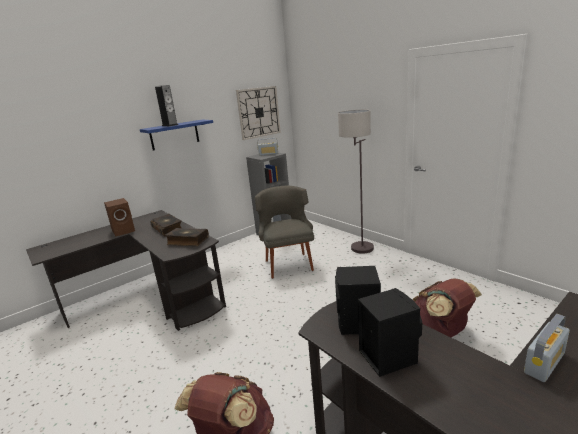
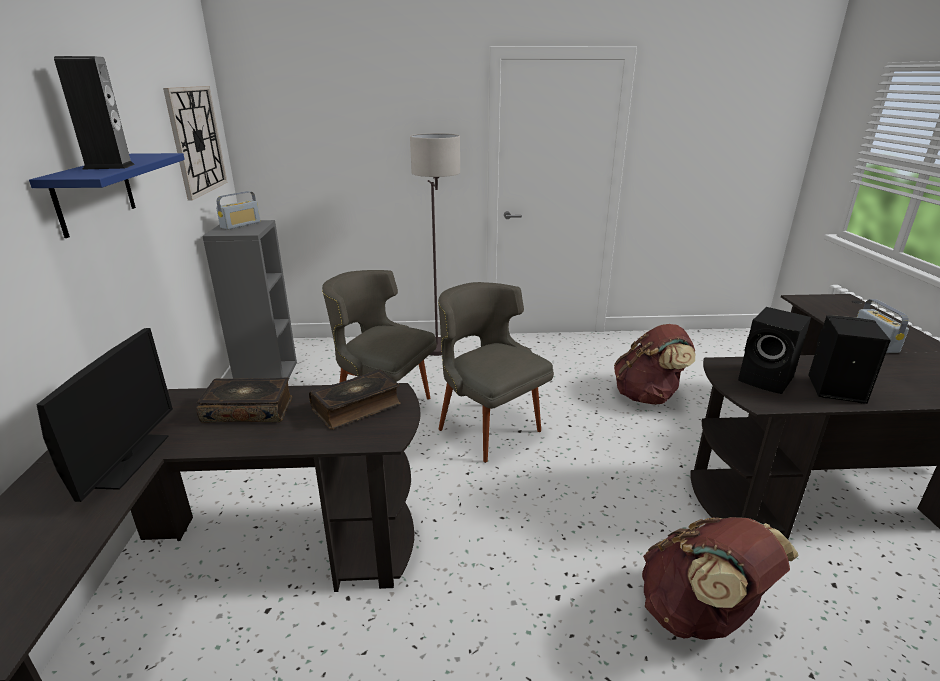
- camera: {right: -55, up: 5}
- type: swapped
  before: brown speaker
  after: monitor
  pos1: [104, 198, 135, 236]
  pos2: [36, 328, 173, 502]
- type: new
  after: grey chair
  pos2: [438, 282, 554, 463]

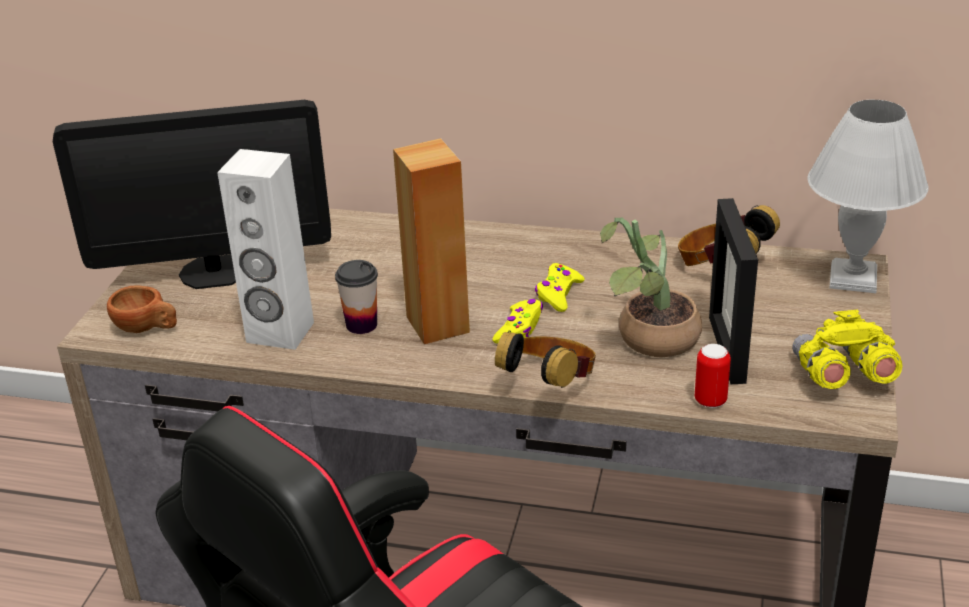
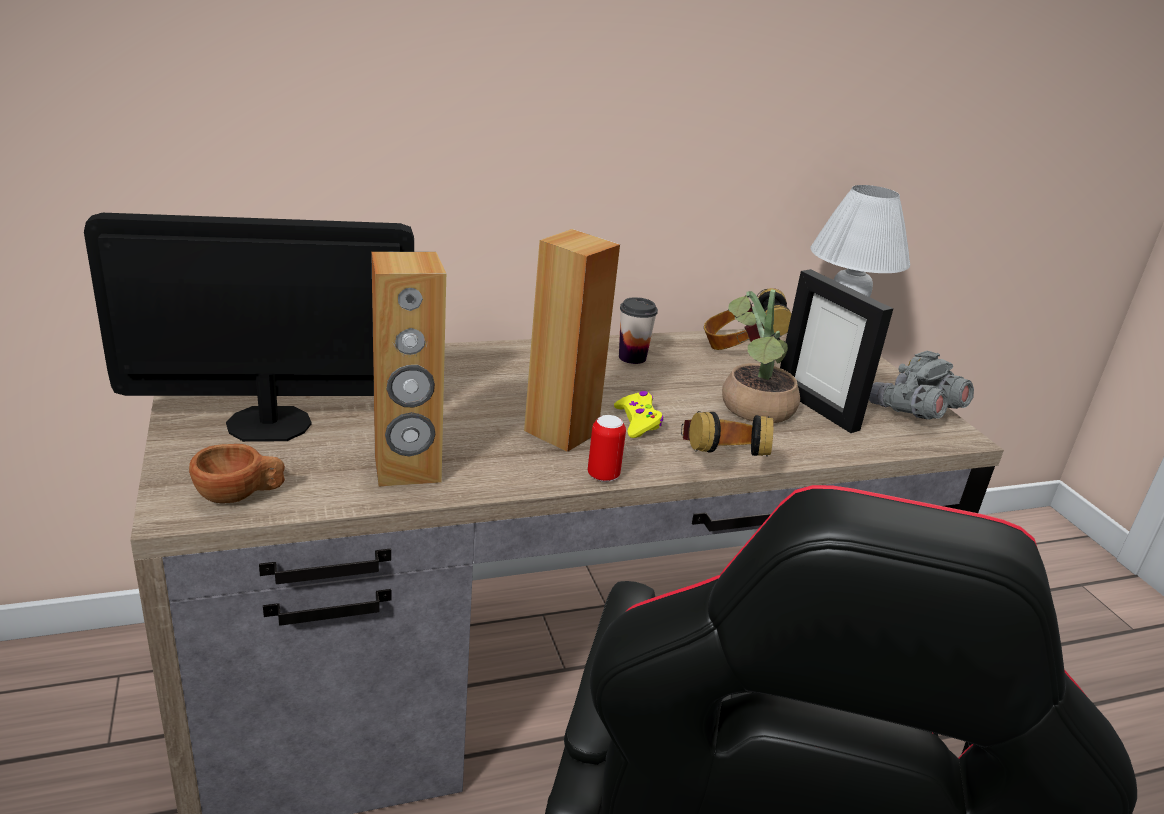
- camera: {right: -35, up: -5}
- type: rotated
  before: monitor
  pos1: [53, 100, 331, 289]
  pos2: [84, 213, 414, 442]
  turn: -150
- type: repainted
  before: white speaker
  after: brown speaker
  pos1: [217, 149, 314, 350]
  pos2: [371, 252, 446, 487]
- type: shifted
  before: cup
  pos1: [335, 260, 378, 334]
  pos2: [619, 297, 658, 364]
- type: gone
  before: yellow game controller
  pos1: [535, 263, 585, 312]
- type: repainted
  before: yellow binoculars
  after: grey binoculars
  pos1: [792, 310, 903, 389]
  pos2: [869, 351, 974, 419]
- type: shifted
  before: can
  pos1: [695, 344, 731, 408]
  pos2: [588, 415, 626, 482]

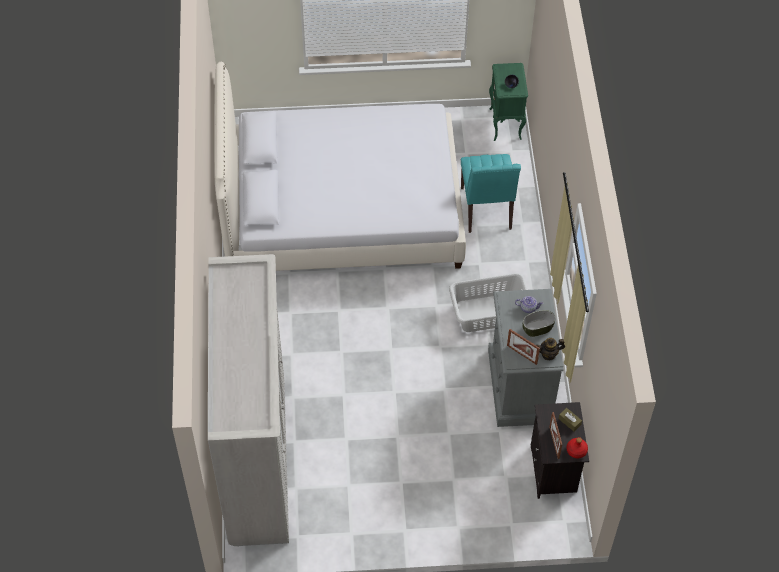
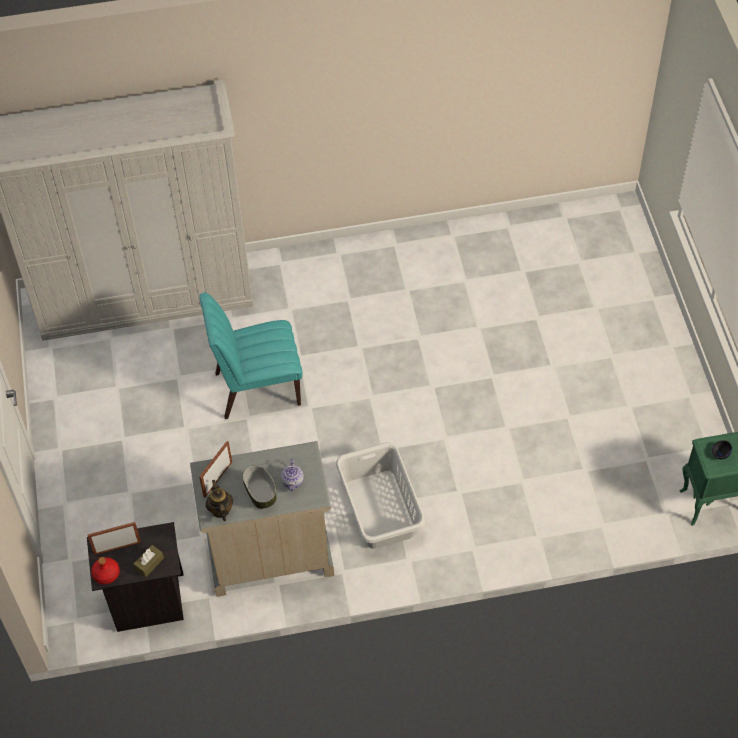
- camera: {right: 85, up: 0}
- type: gone
  before: white bed
  pos1: [214, 62, 466, 271]
- type: shifted
  before: turquoise chair
  pos1: [461, 154, 521, 233]
  pos2: [199, 292, 303, 419]

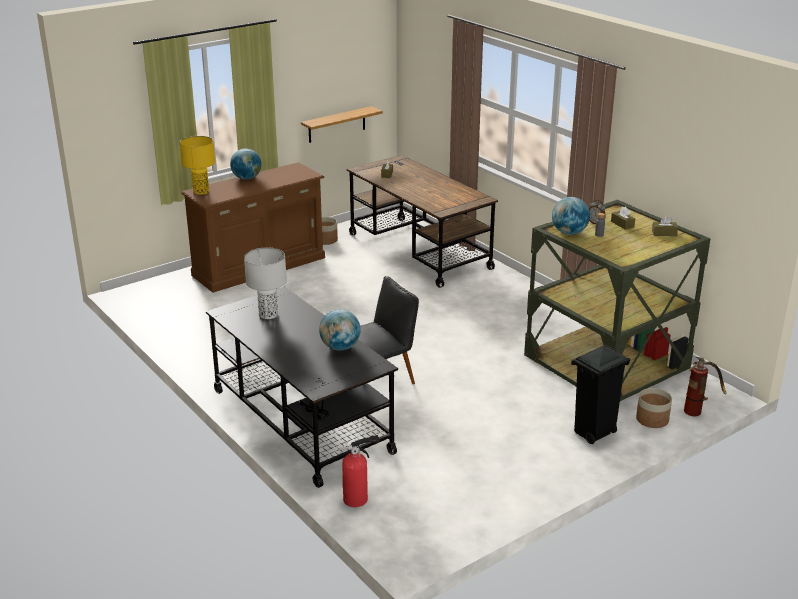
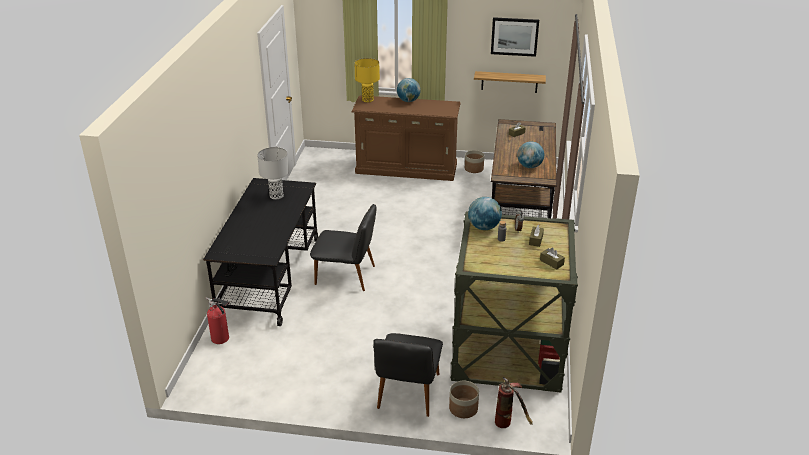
- camera: {right: 45, up: 5}
- type: shifted
  before: globe
  pos1: [319, 309, 361, 350]
  pos2: [517, 141, 544, 168]
- type: swapped
  before: black trash can
  after: black chair
  pos1: [571, 345, 630, 444]
  pos2: [373, 333, 443, 417]
- type: new
  after: picture
  pos2: [491, 17, 539, 57]

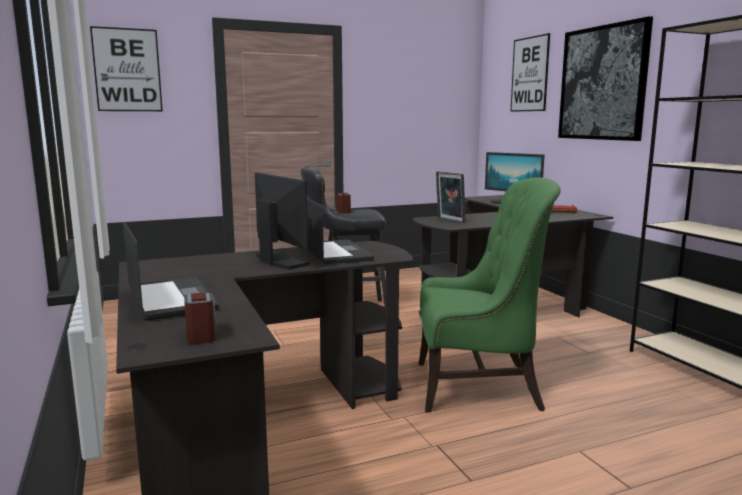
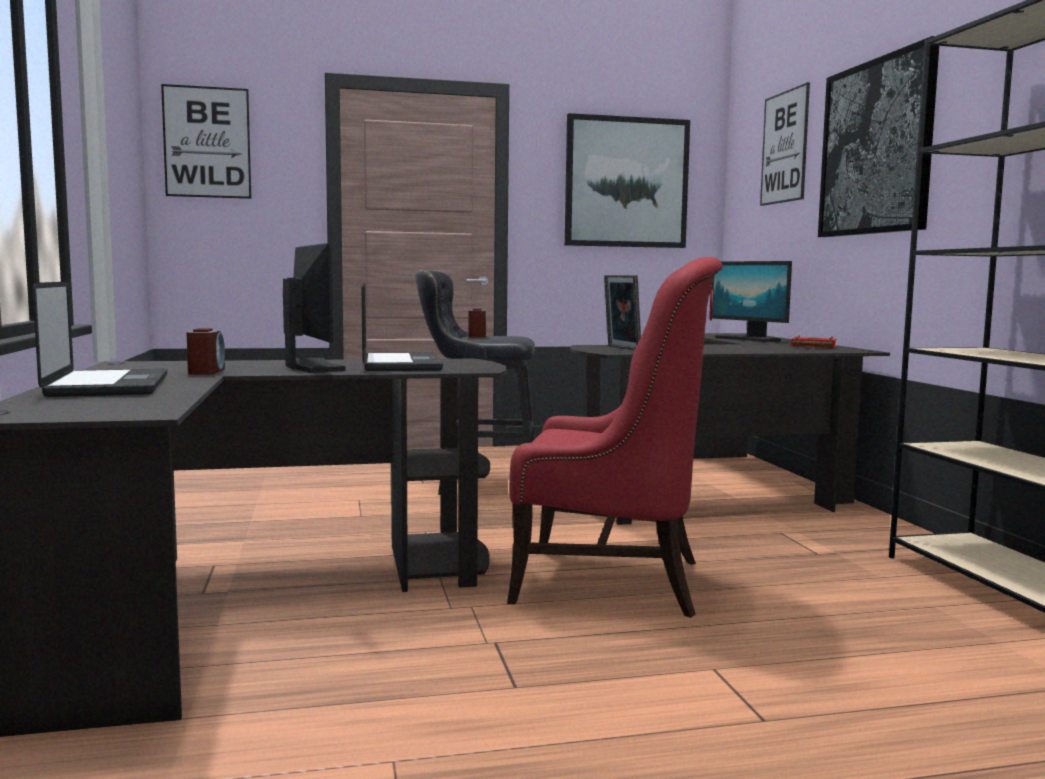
- camera: {right: 10, up: -5}
- type: repainted
  before: green chair
  after: red chair
  pos1: [419, 177, 561, 412]
  pos2: [507, 257, 723, 618]
- type: shifted
  before: alarm clock
  pos1: [184, 292, 216, 344]
  pos2: [186, 328, 225, 375]
- type: new
  after: picture
  pos2: [565, 113, 690, 248]

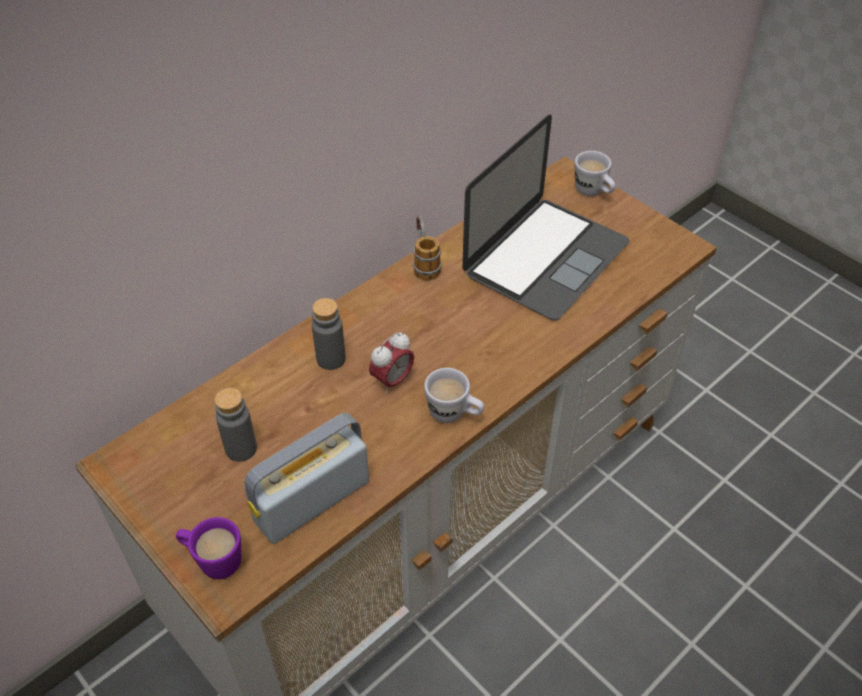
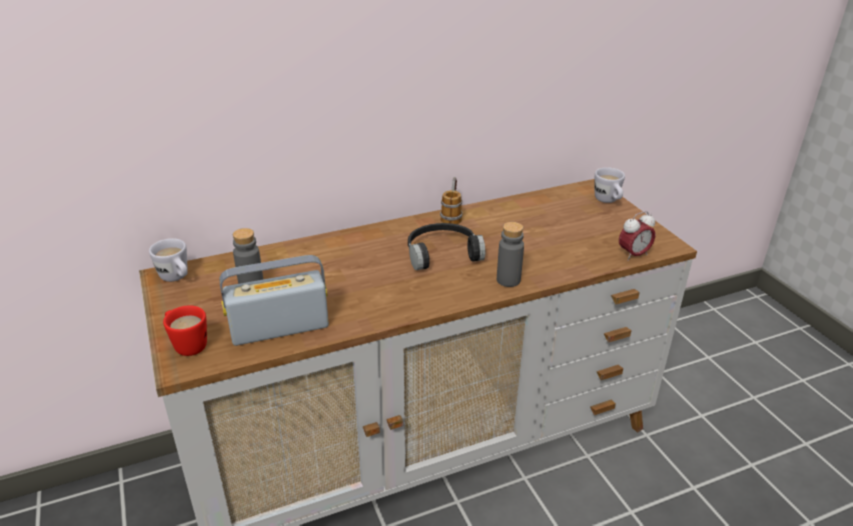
- camera: {right: 20, up: -15}
- type: gone
  before: laptop
  pos1: [462, 115, 630, 320]
- type: shifted
  before: grey bottle
  pos1: [312, 298, 346, 370]
  pos2: [497, 222, 524, 287]
- type: shifted
  before: alarm clock
  pos1: [369, 332, 414, 394]
  pos2: [619, 211, 655, 261]
- type: shifted
  before: white mug
  pos1: [424, 368, 484, 423]
  pos2: [149, 238, 188, 282]
- type: repainted
  before: purple mug
  after: red mug
  pos1: [176, 517, 241, 579]
  pos2: [163, 306, 207, 356]
- type: new
  after: black headphones
  pos2: [408, 223, 485, 270]

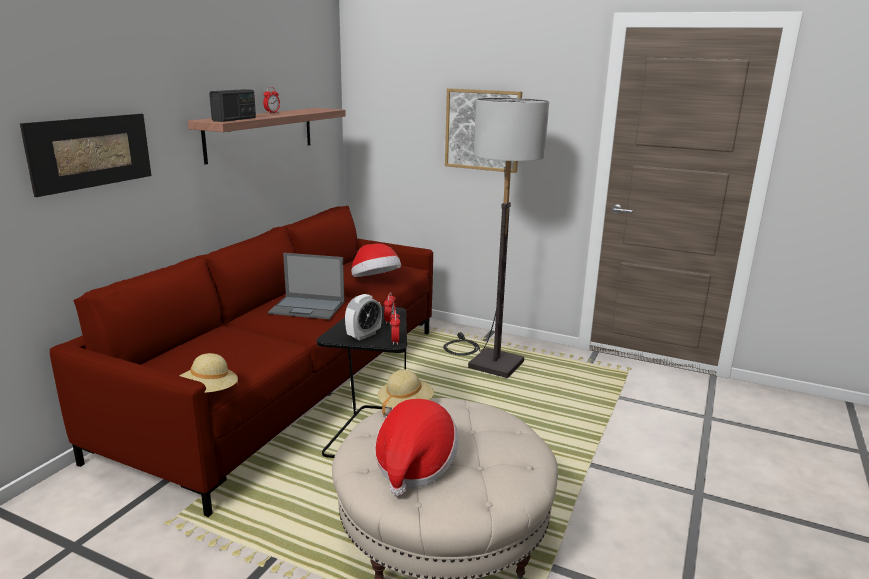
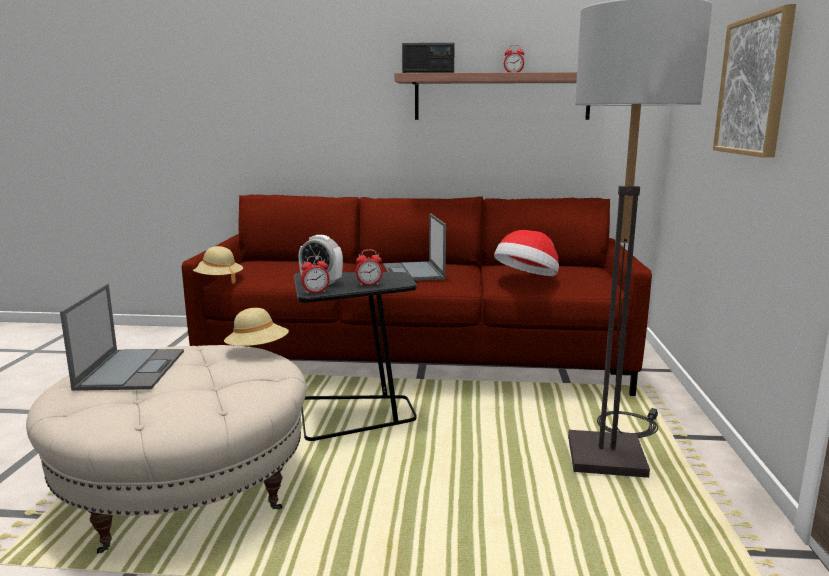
- camera: {right: 70, up: -5}
- type: gone
  before: picture
  pos1: [20, 114, 151, 197]
- type: swapped
  before: hat
  after: laptop
  pos1: [375, 399, 458, 496]
  pos2: [60, 284, 184, 391]

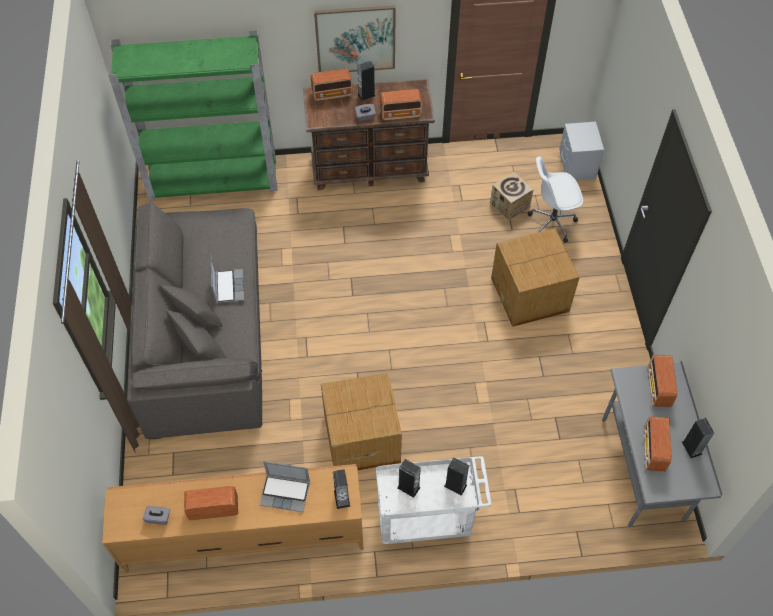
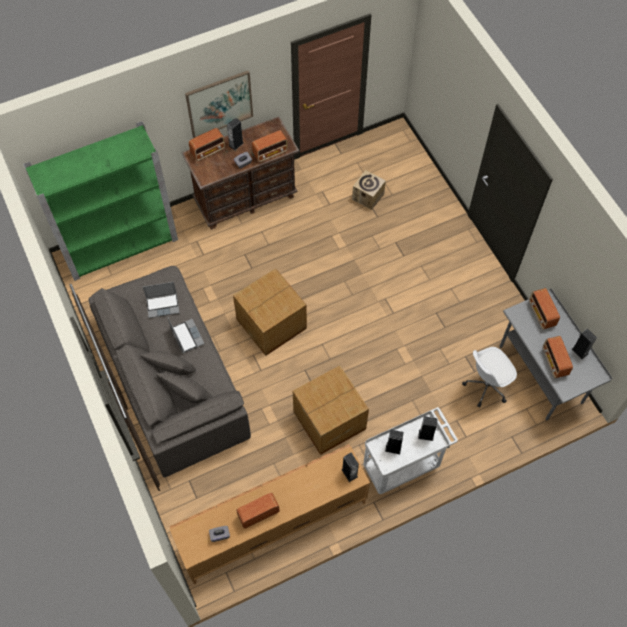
- camera: {right: -20, up: 5}
- type: gone
  before: grey nightstand
  pos1: [559, 122, 604, 181]
- type: shifted
  before: white office chair
  pos1: [528, 156, 583, 243]
  pos2: [462, 347, 517, 407]
- type: shifted
  before: cardboard box
  pos1: [491, 228, 580, 327]
  pos2: [233, 268, 307, 356]
- type: shifted
  before: laptop
  pos1: [260, 461, 310, 512]
  pos2: [143, 282, 179, 318]

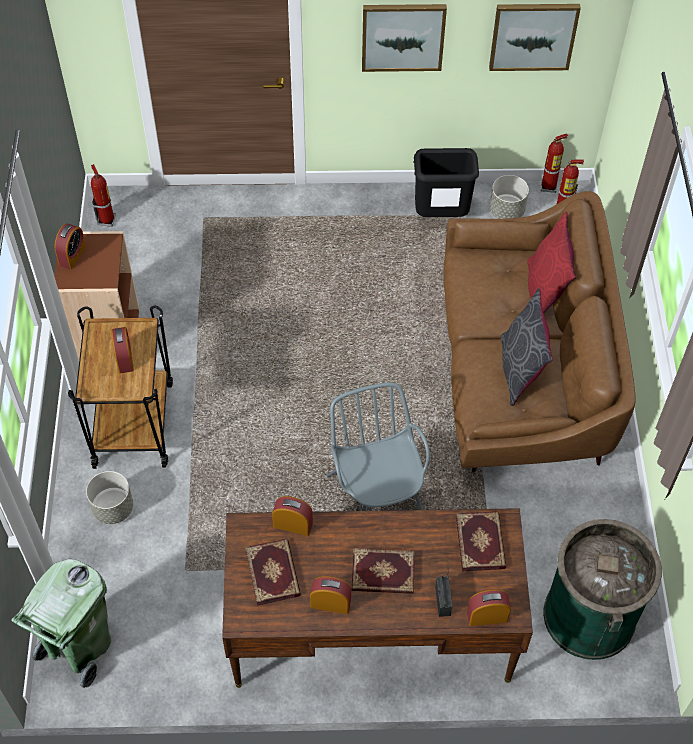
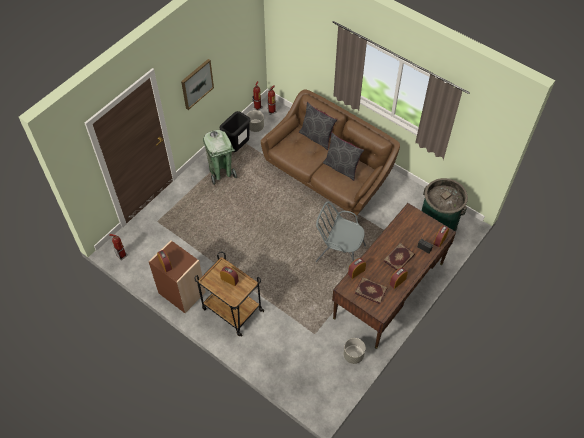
- camera: {right: -50, up: 0}
- type: gone
  before: picture
  pos1: [489, 4, 581, 71]
- type: repainted
  before: red pillow
  after: grey pillow
  pos1: [527, 212, 576, 313]
  pos2: [299, 102, 337, 150]
- type: shifted
  before: grey planter
  pos1: [86, 471, 133, 524]
  pos2: [343, 338, 365, 364]
- type: gone
  before: book
  pos1: [456, 511, 506, 571]
- type: shifted
  before: green trash can
  pos1: [11, 559, 111, 688]
  pos2: [203, 130, 237, 185]

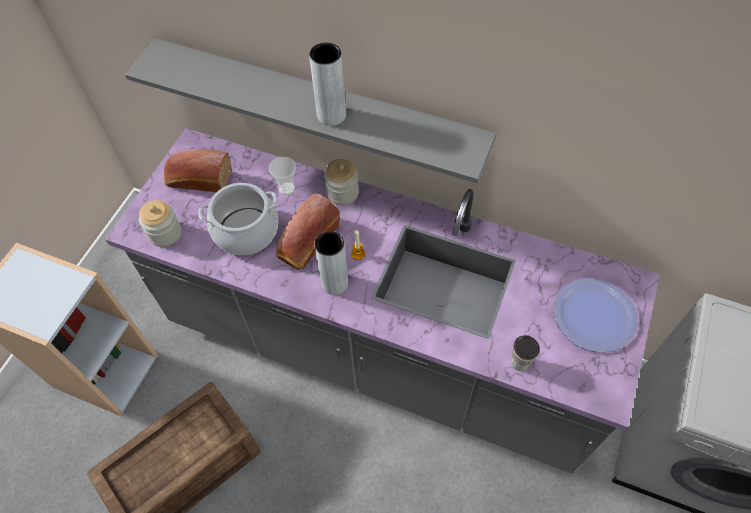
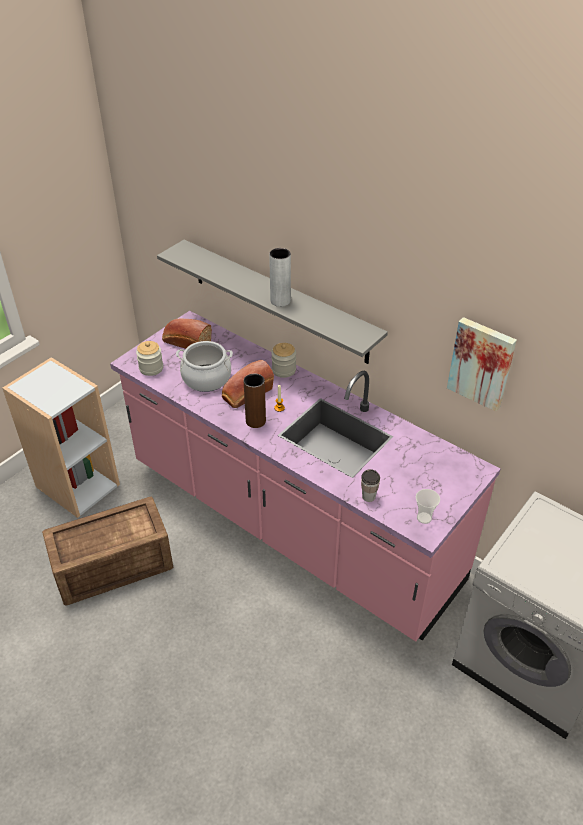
- camera: {right: 15, up: -15}
- type: repainted
  before: grey counter
  after: pink counter
  pos1: [105, 128, 660, 474]
  pos2: [110, 311, 500, 641]
- type: shifted
  before: cup
  pos1: [269, 157, 296, 195]
  pos2: [416, 489, 440, 524]
- type: repainted
  before: grey vase
  after: brown vase
  pos1: [314, 231, 348, 295]
  pos2: [244, 373, 266, 428]
- type: gone
  before: plate
  pos1: [554, 278, 638, 352]
- type: new
  after: picture
  pos2: [447, 317, 517, 411]

